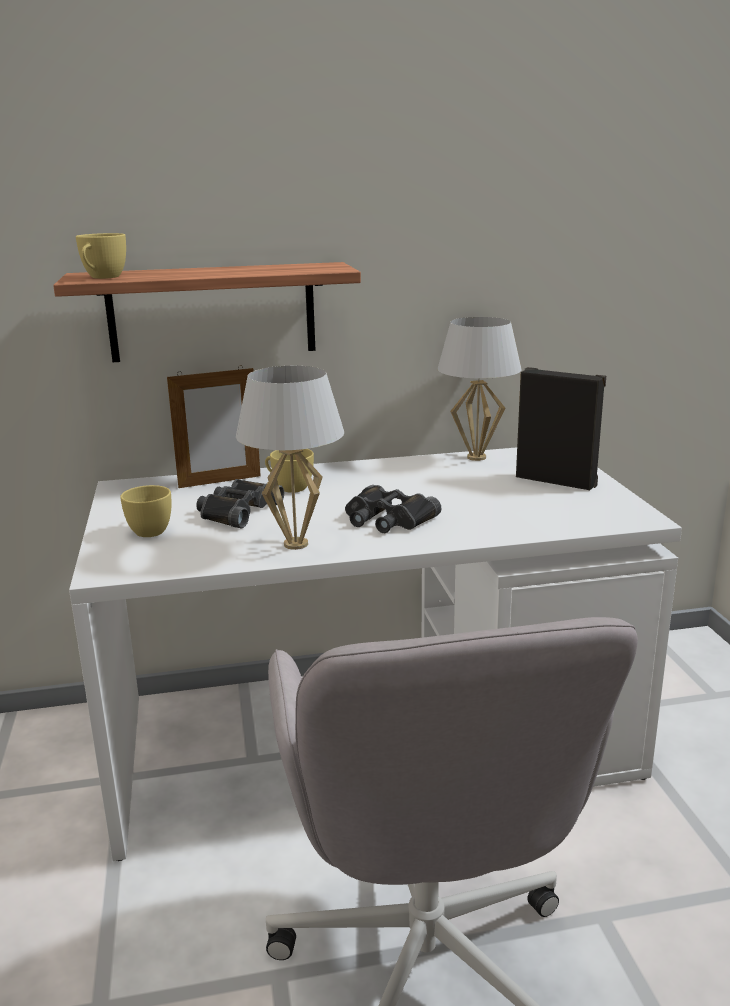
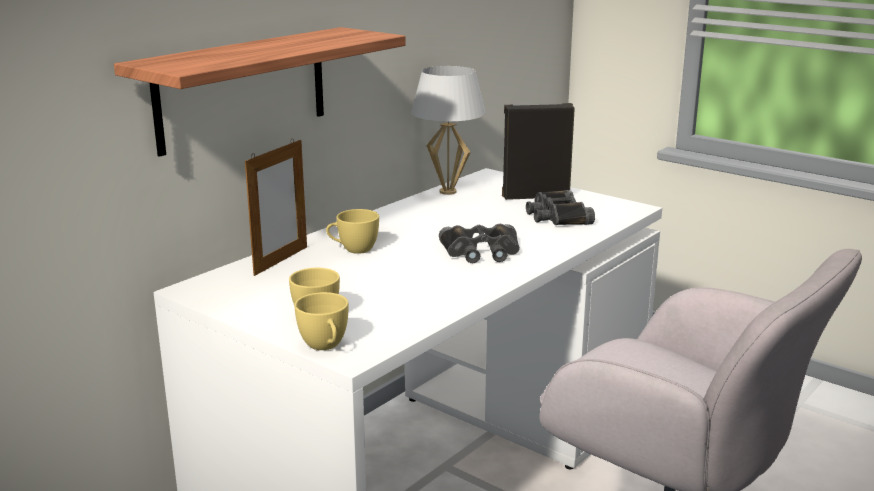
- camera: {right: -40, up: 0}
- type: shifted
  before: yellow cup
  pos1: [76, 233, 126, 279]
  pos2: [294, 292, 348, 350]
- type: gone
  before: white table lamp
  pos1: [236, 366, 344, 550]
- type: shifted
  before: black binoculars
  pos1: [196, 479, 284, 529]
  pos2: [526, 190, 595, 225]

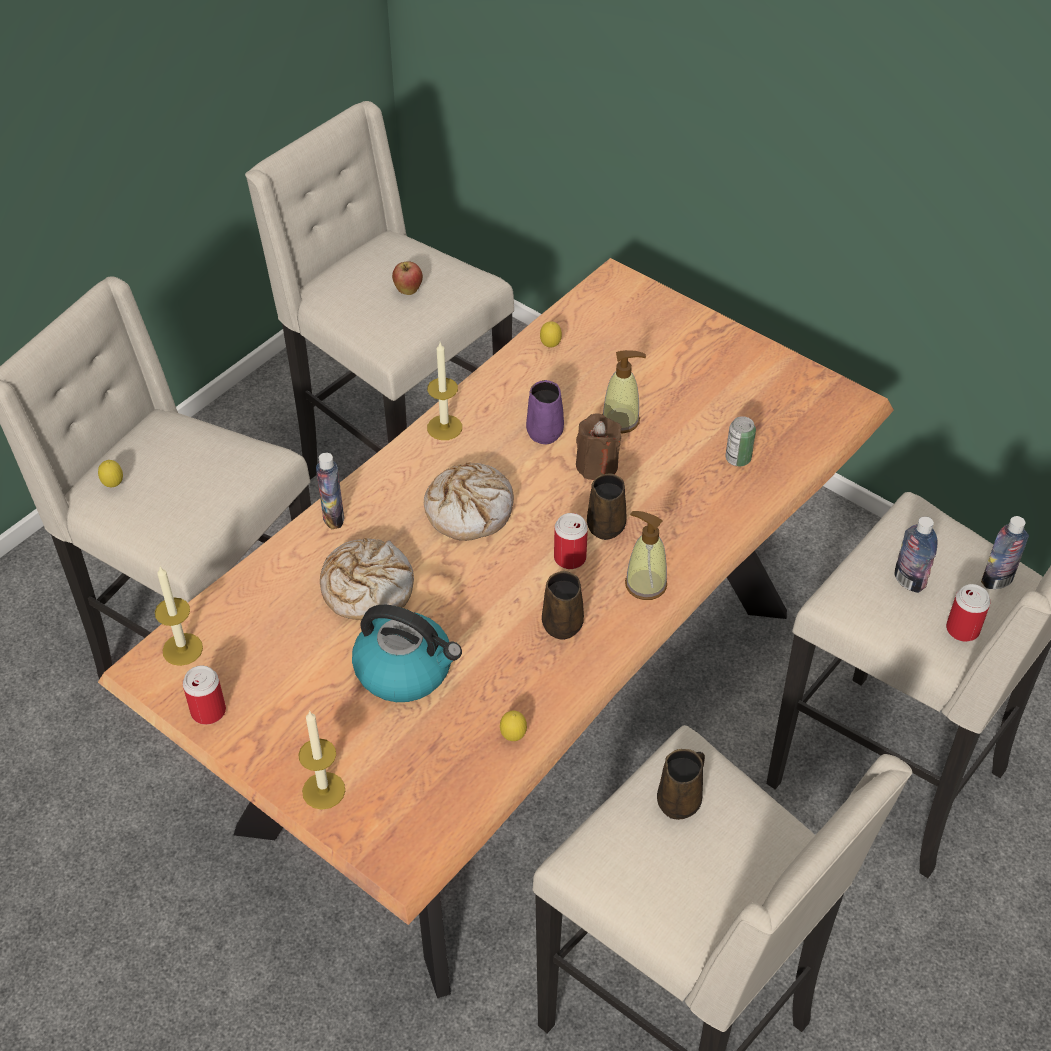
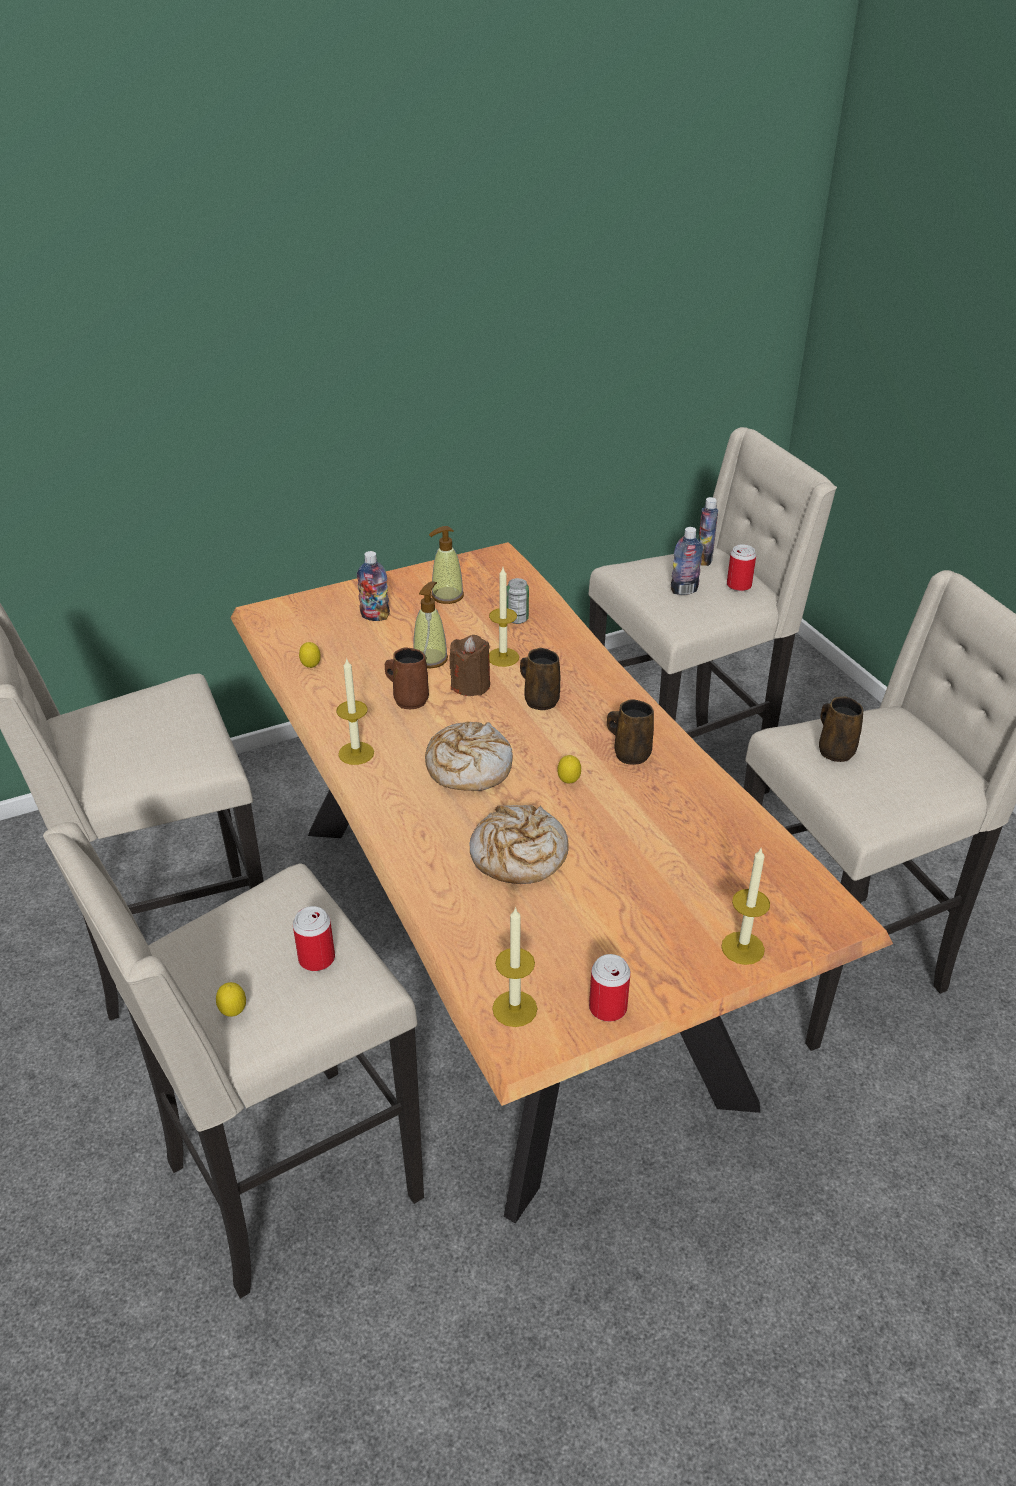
- camera: {right: -65, up: -10}
- type: gone
  before: apple
  pos1: [392, 262, 423, 295]
- type: repainted
  before: purple mug
  after: brown mug
  pos1: [526, 380, 564, 444]
  pos2: [385, 648, 429, 709]
- type: shifted
  before: bottle
  pos1: [316, 453, 344, 529]
  pos2: [357, 551, 390, 621]
- type: shifted
  before: soap dispenser
  pos1: [625, 511, 667, 600]
  pos2: [429, 526, 464, 604]
- type: shifted
  before: can
  pos1: [554, 513, 588, 569]
  pos2: [293, 906, 335, 971]
- type: gone
  before: kettle
  pos1: [352, 605, 462, 702]
- type: shifted
  before: lemon
  pos1: [500, 711, 527, 741]
  pos2: [557, 755, 581, 783]
- type: new
  after: candle
  pos2: [489, 568, 519, 667]

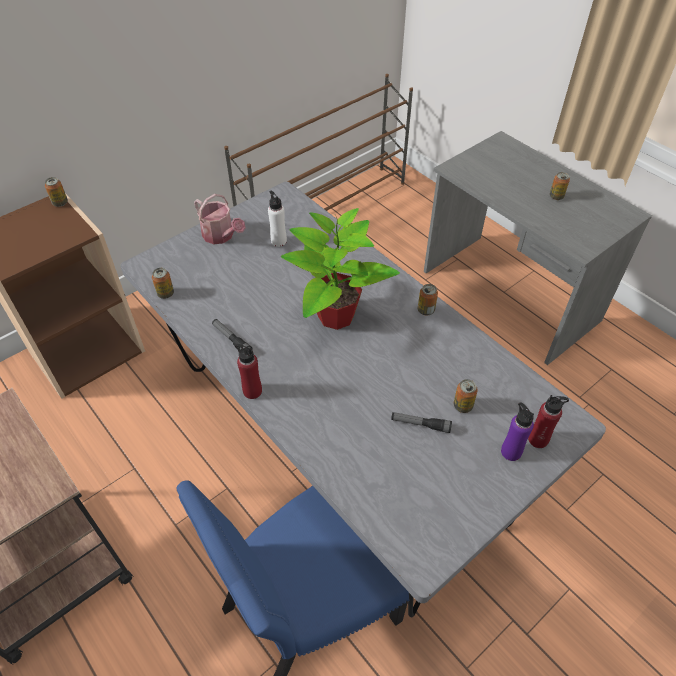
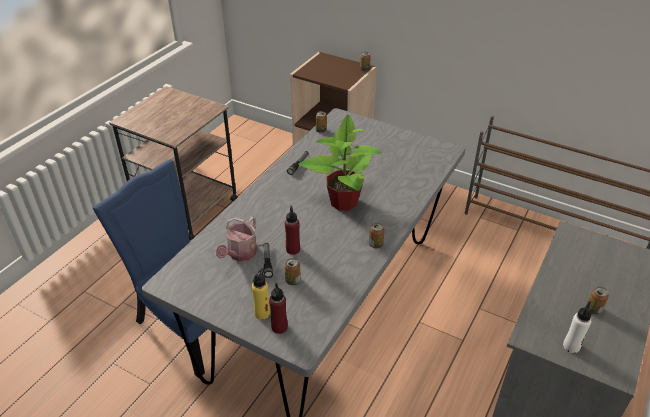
- camera: {right: 70, up: -10}
- type: shifted
  before: white bottle
  pos1: [268, 190, 287, 247]
  pos2: [563, 301, 592, 353]
- type: shifted
  before: watering can
  pos1: [194, 194, 246, 244]
  pos2: [216, 217, 257, 261]
- type: shifted
  before: red bottle
  pos1: [235, 344, 262, 399]
  pos2: [285, 206, 300, 255]
- type: repainted
  before: purple bottle
  after: yellow bottle
  pos1: [501, 402, 534, 461]
  pos2: [252, 268, 270, 320]

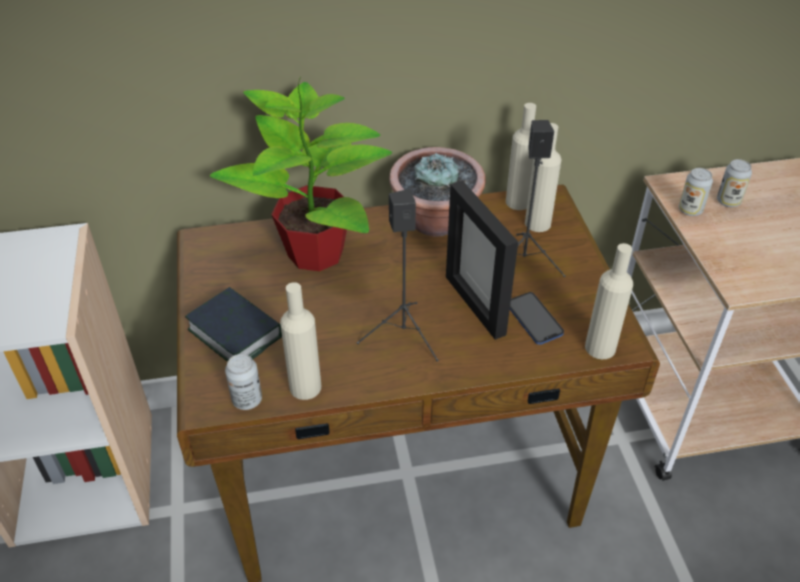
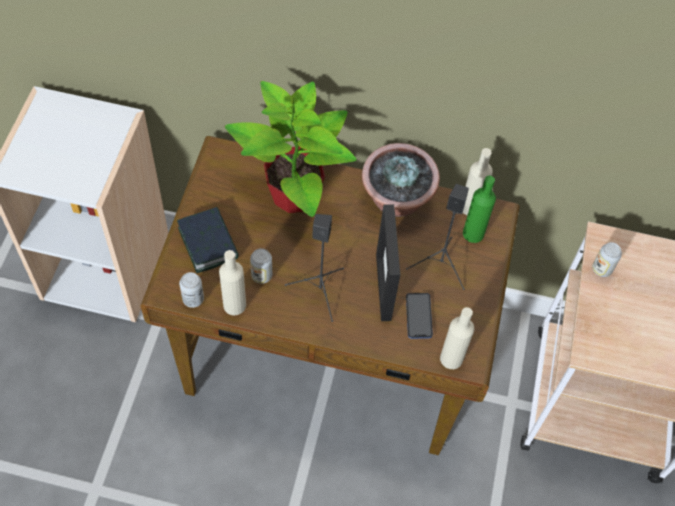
- camera: {right: 20, up: 15}
- type: repainted
  before: beige bottle
  after: green bottle
  pos1: [525, 123, 562, 232]
  pos2: [463, 175, 496, 243]
- type: shifted
  before: can
  pos1: [717, 159, 752, 207]
  pos2: [250, 248, 272, 284]

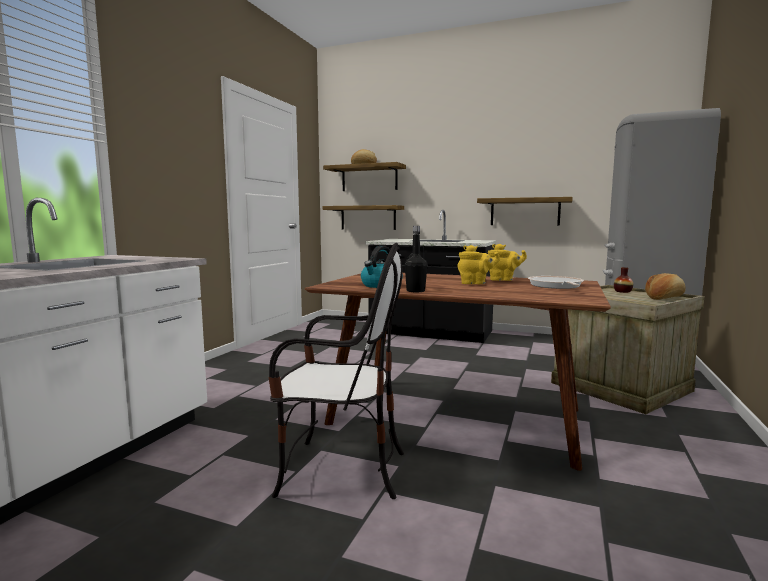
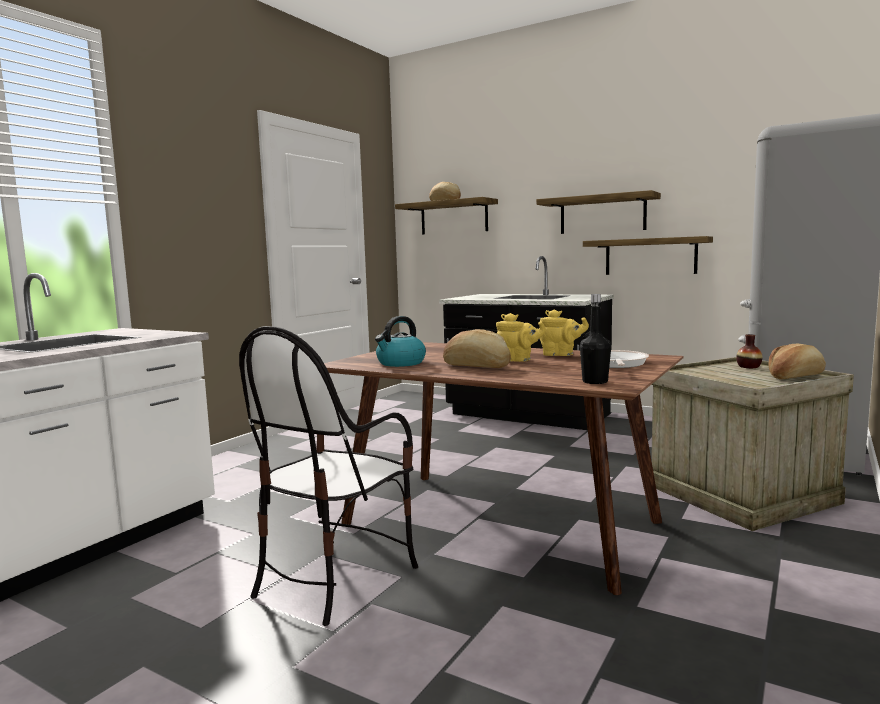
- camera: {right: 10, up: 0}
- type: shifted
  before: shelf
  pos1: [323, 205, 404, 230]
  pos2: [536, 190, 661, 234]
- type: shifted
  before: black bottle
  pos1: [405, 226, 427, 292]
  pos2: [580, 294, 611, 384]
- type: rotated
  before: chair
  pos1: [268, 243, 404, 499]
  pos2: [239, 326, 418, 626]
  turn: 105
- type: new
  after: bread
  pos2: [443, 329, 511, 368]

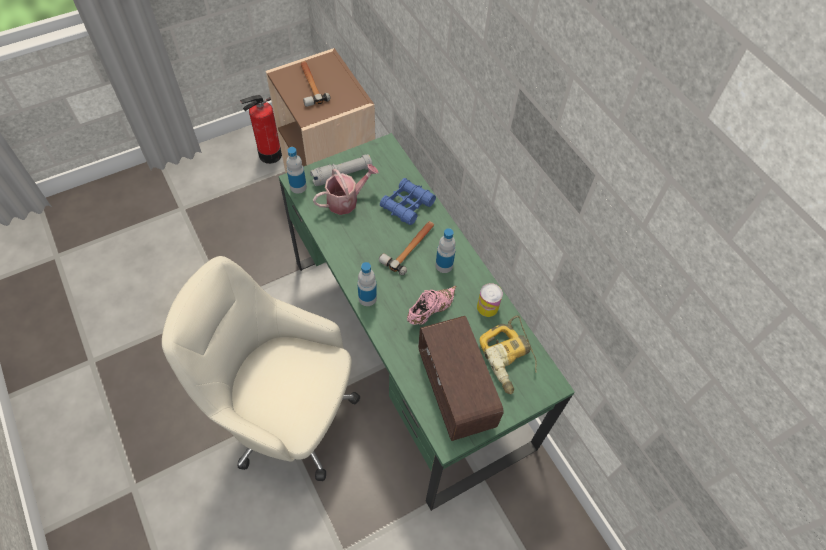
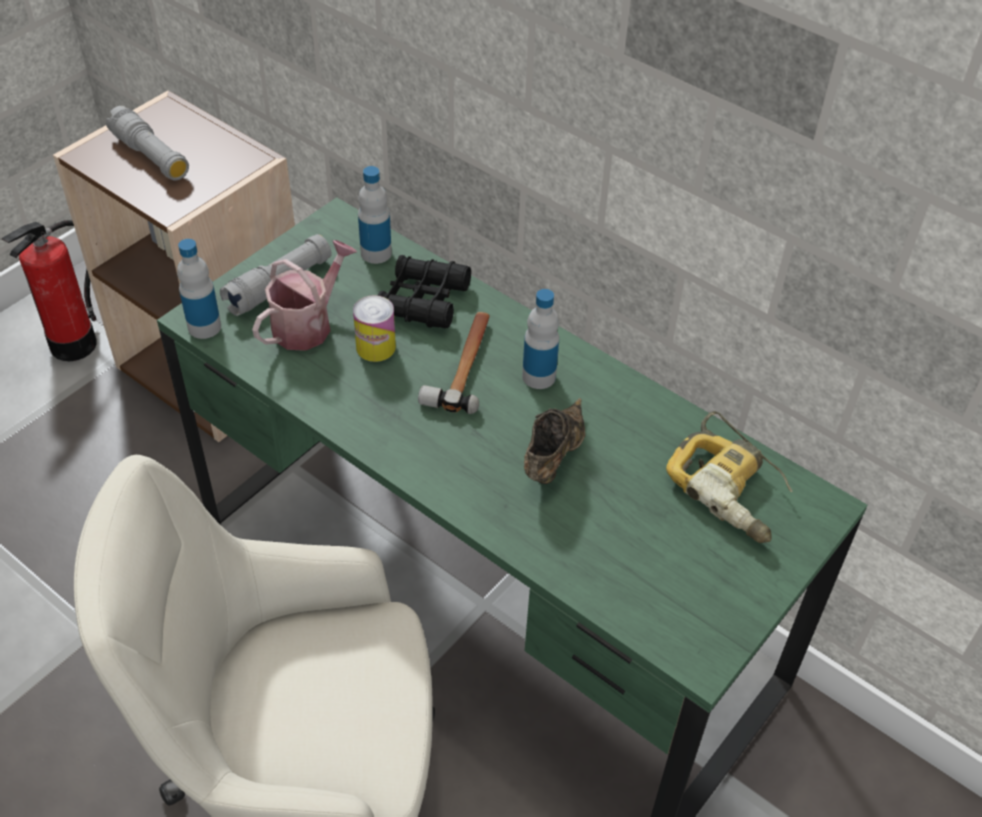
- camera: {right: -20, up: -10}
- type: swapped
  before: hammer
  after: grey flashlight
  pos1: [300, 61, 330, 107]
  pos2: [106, 106, 189, 181]
- type: repainted
  before: blue binoculars
  after: black binoculars
  pos1: [380, 178, 436, 225]
  pos2: [378, 255, 471, 329]
- type: shifted
  before: bottle
  pos1: [357, 262, 377, 306]
  pos2: [358, 166, 392, 264]
- type: shifted
  before: can
  pos1: [477, 283, 503, 317]
  pos2: [353, 295, 396, 362]
- type: repainted
  before: pink shoe
  after: brown shoe
  pos1: [407, 286, 456, 325]
  pos2: [524, 398, 585, 484]
- type: gone
  before: radio
  pos1: [418, 316, 504, 441]

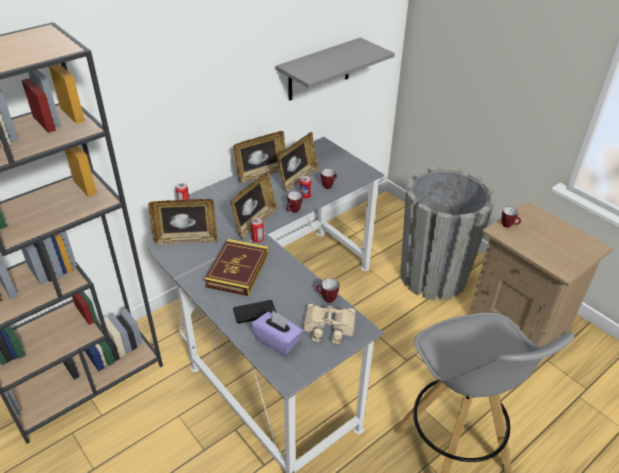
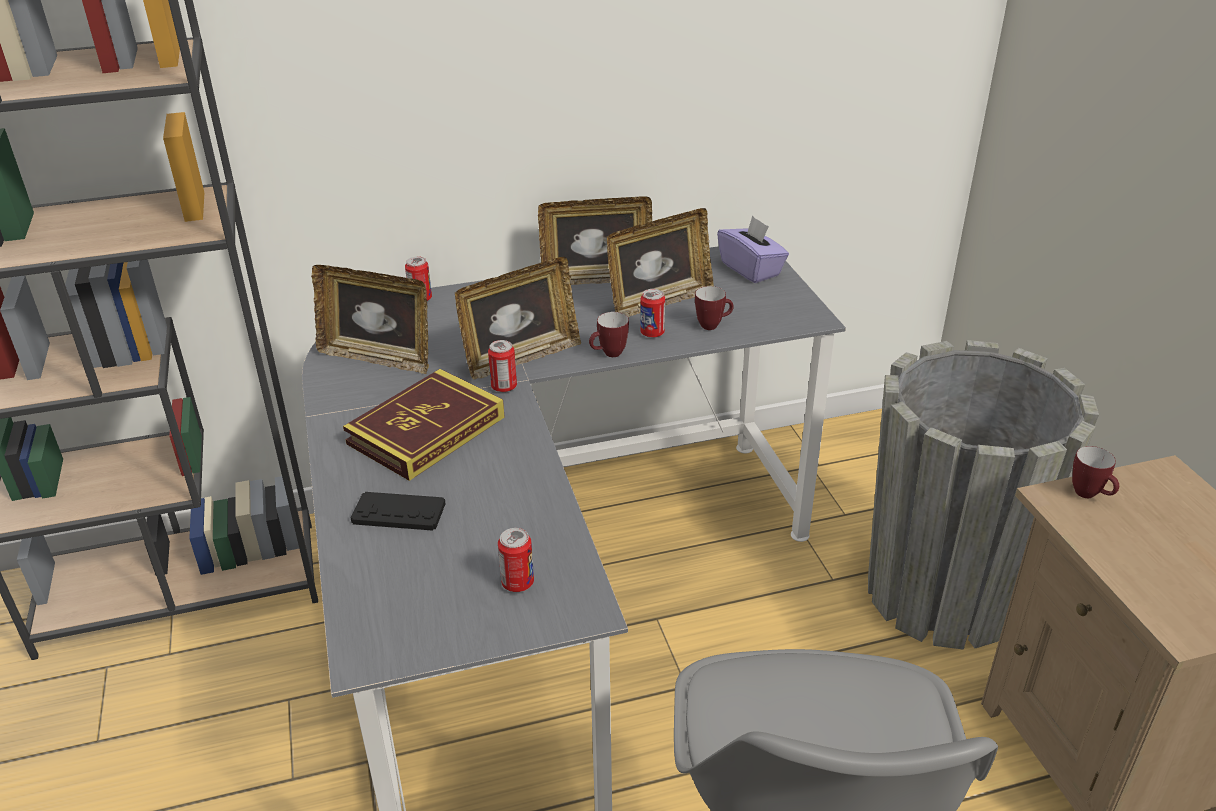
- camera: {right: 25, up: -5}
- type: gone
  before: grey shelf
  pos1: [276, 38, 395, 101]
- type: gone
  before: mug
  pos1: [316, 278, 339, 303]
- type: swapped
  before: beige binoculars
  after: can
  pos1: [303, 304, 356, 344]
  pos2: [498, 528, 534, 592]
- type: shifted
  before: purple tissue box
  pos1: [251, 310, 303, 355]
  pos2: [717, 215, 789, 283]

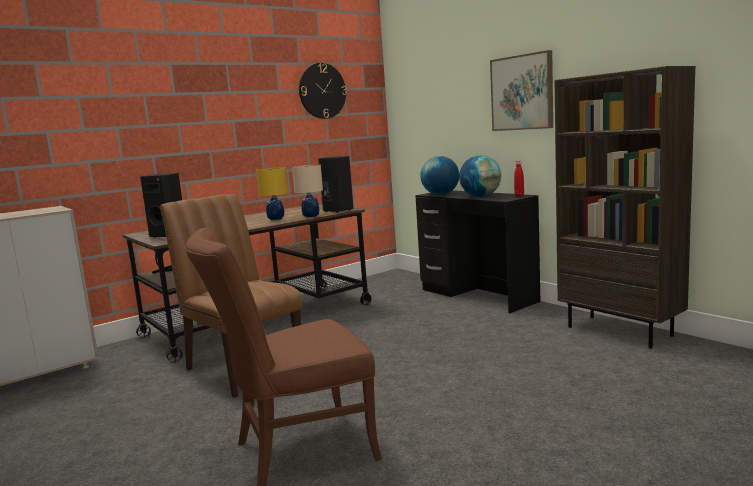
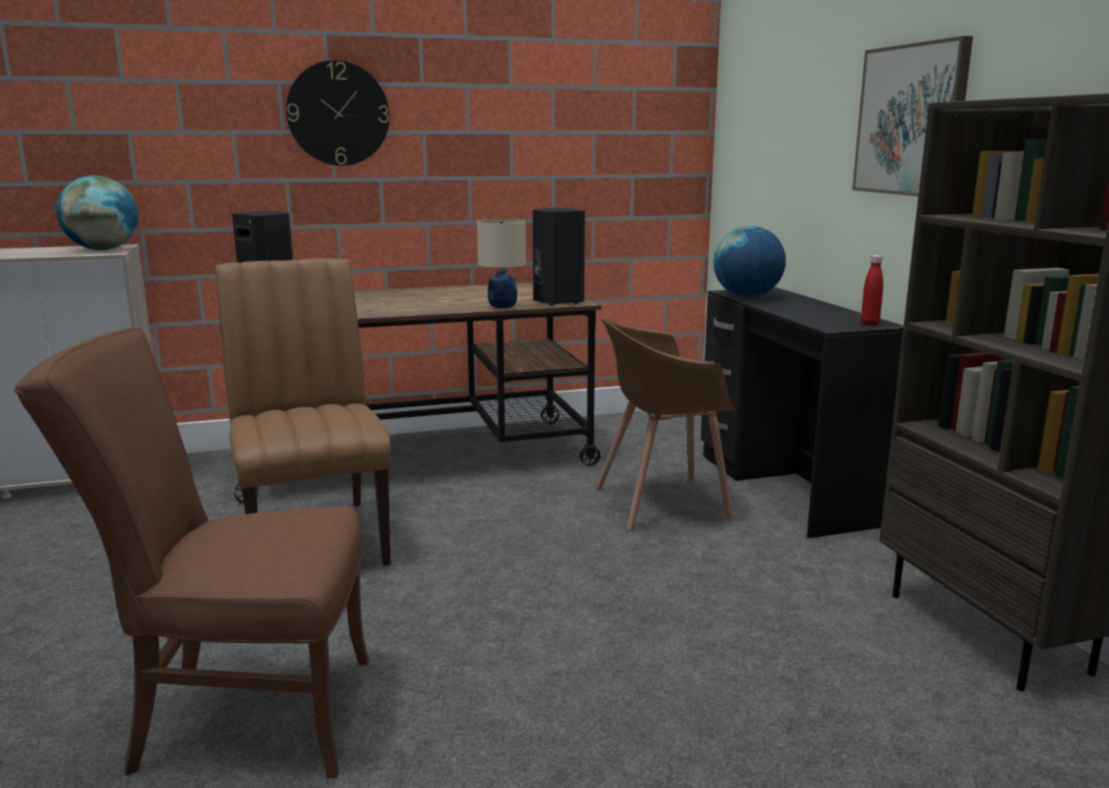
- camera: {right: 20, up: 5}
- type: shifted
  before: wall clock
  pos1: [299, 63, 347, 119]
  pos2: [286, 60, 389, 166]
- type: shifted
  before: globe
  pos1: [459, 155, 501, 197]
  pos2: [56, 175, 138, 250]
- type: gone
  before: yellow table lamp
  pos1: [256, 167, 288, 220]
- type: new
  after: brown chair
  pos2: [596, 317, 735, 531]

